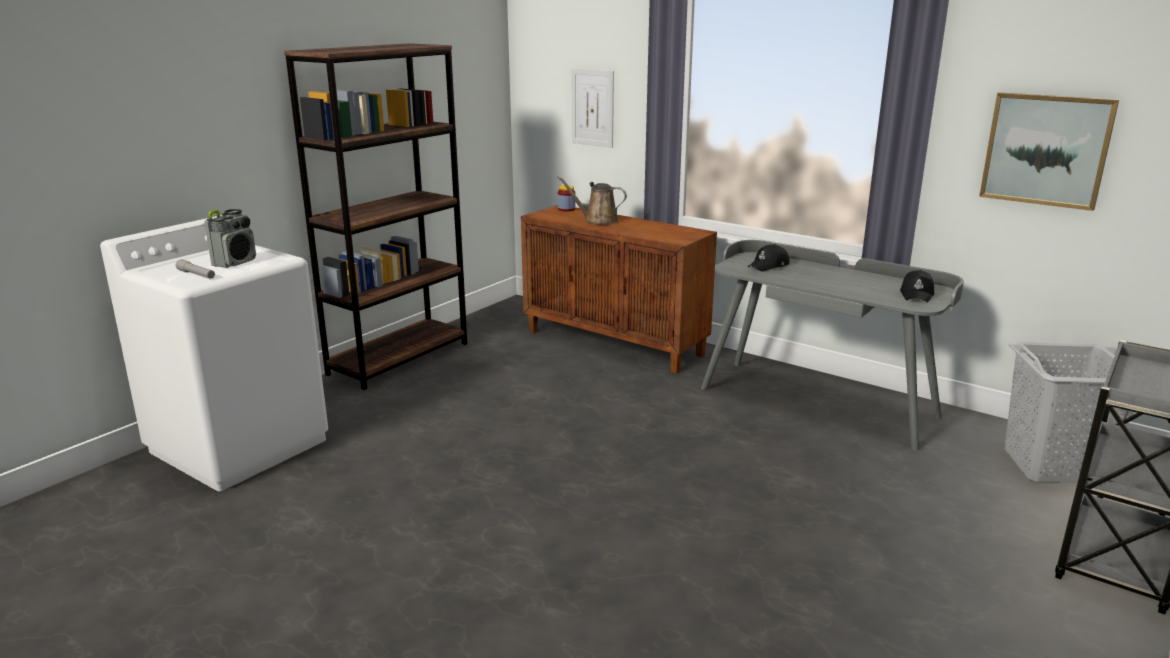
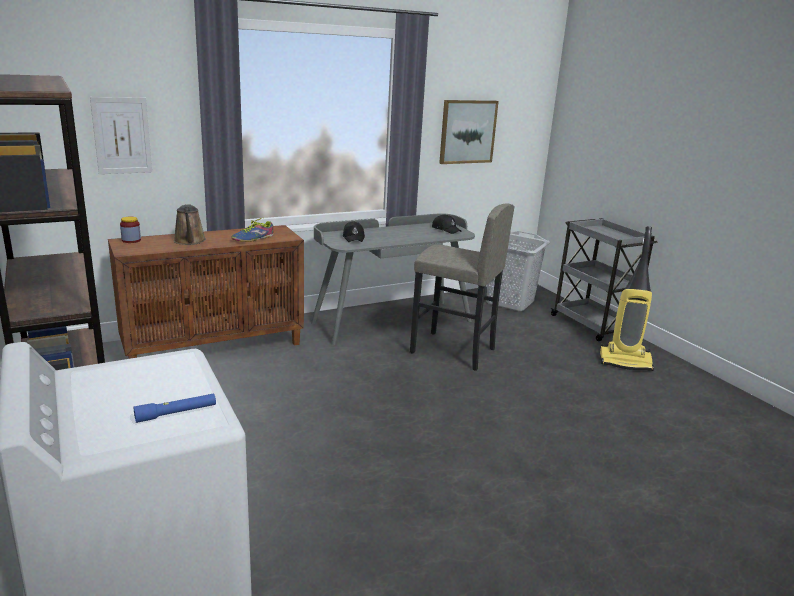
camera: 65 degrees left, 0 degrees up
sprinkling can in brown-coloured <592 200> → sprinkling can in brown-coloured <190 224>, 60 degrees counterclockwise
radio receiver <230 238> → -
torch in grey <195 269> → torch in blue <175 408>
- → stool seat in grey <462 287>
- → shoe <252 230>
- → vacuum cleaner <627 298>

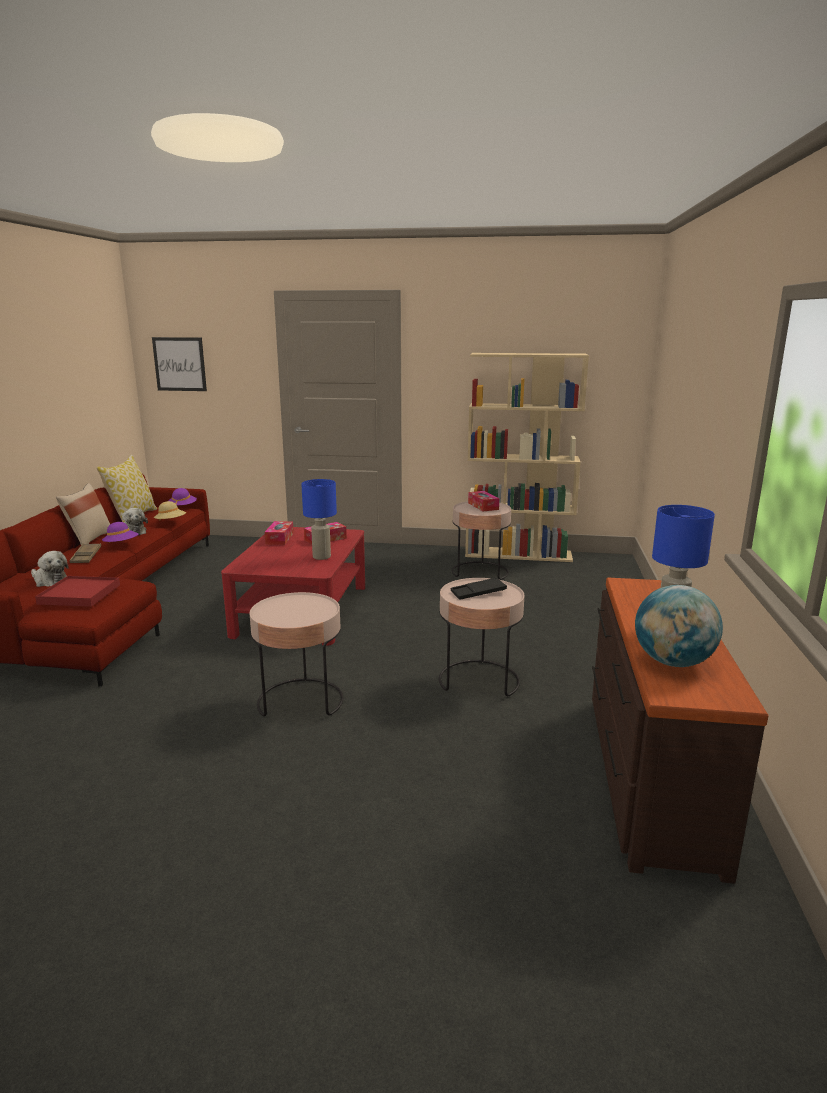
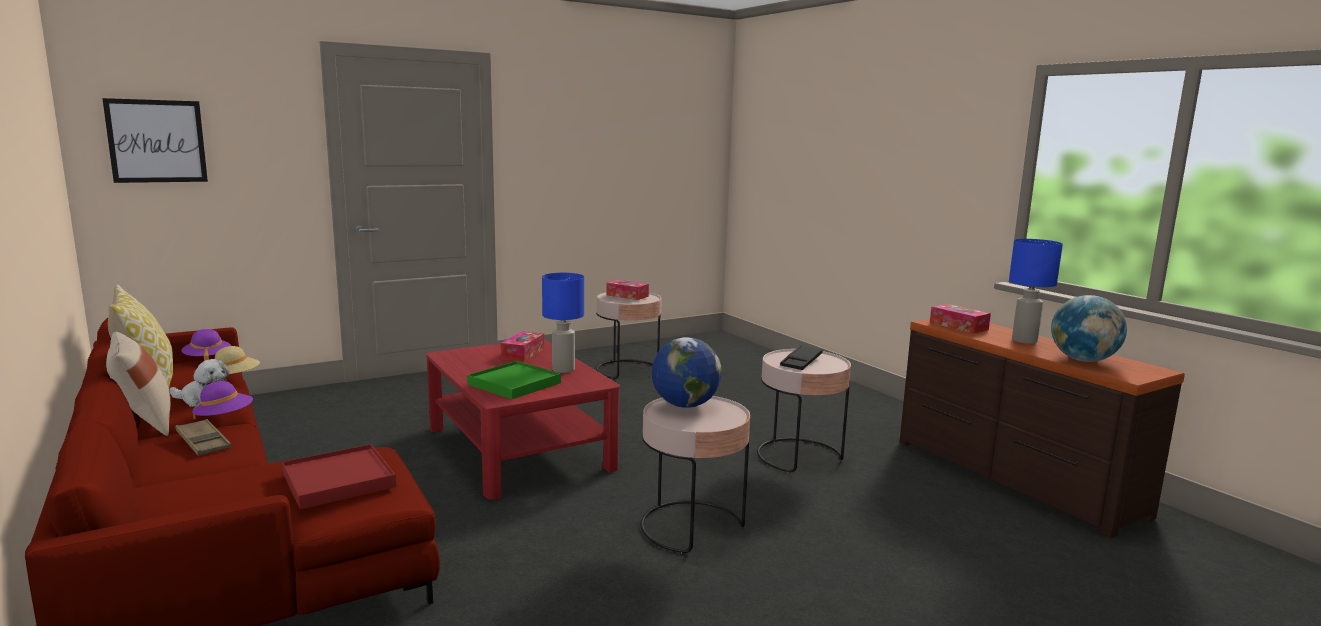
camera: 40 degrees left, 5 degrees down
bookcase in sand-coloured <527 457> → -
box of tissues <279 533> → box of tissues <960 319>, relocated
soft toy <50 569> → -
- → world globe <687 372>
- → carrying tray in greenish <514 380>

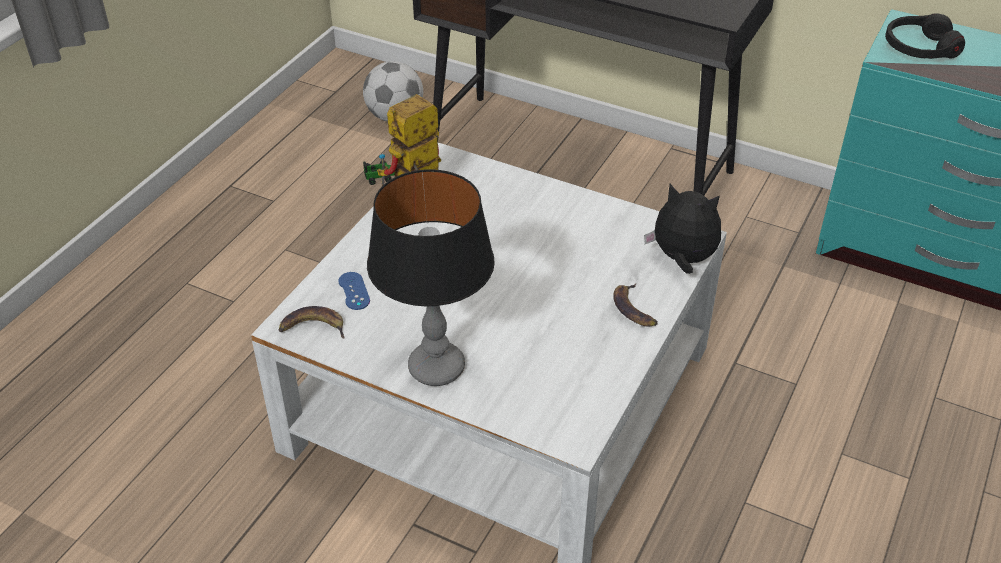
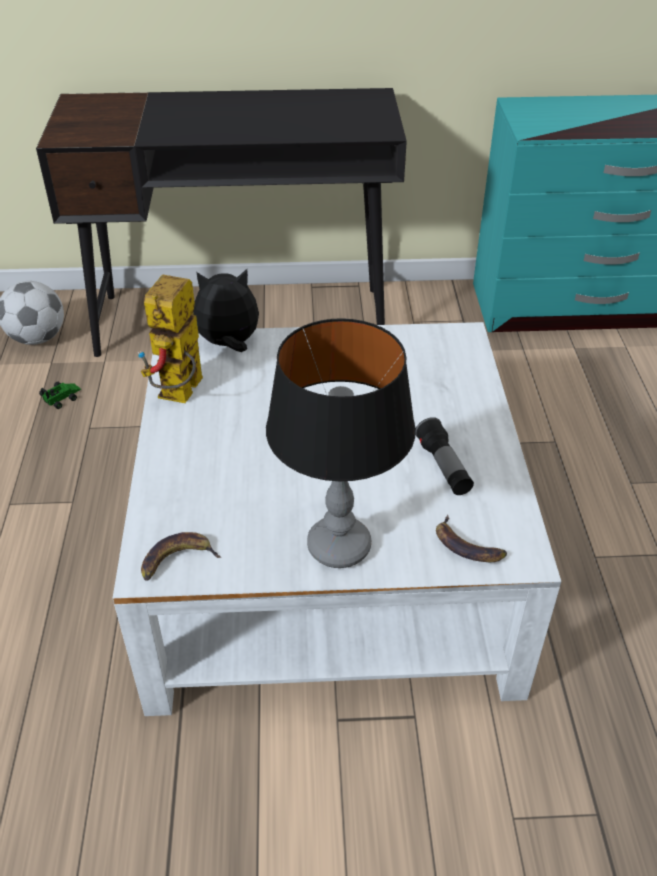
camera: 30 degrees left, 0 degrees up
headphones in black <925 36> → -
soft toy <682 229> → soft toy <226 310>, relocated
joypad in blue <354 291> → -
banana <635 305> → banana <471 538>, relocated
- → torch <444 456>

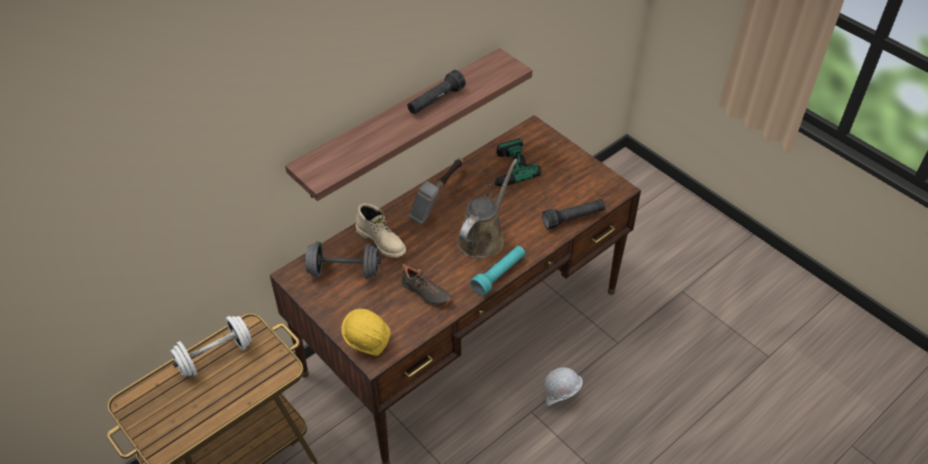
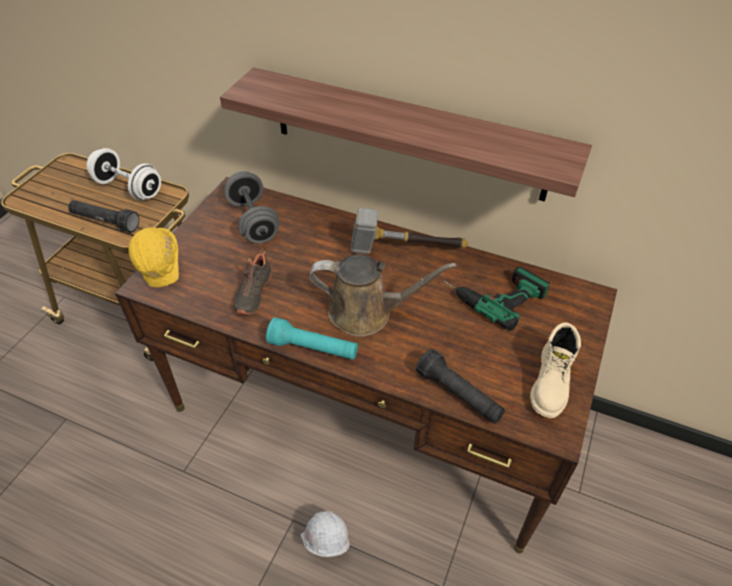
camera: 65 degrees right, 0 degrees up
torch in black <436 92> → torch in black <103 216>, relocated
tall boot in sand-coloured <381 230> → tall boot in sand-coloured <555 370>, relocated

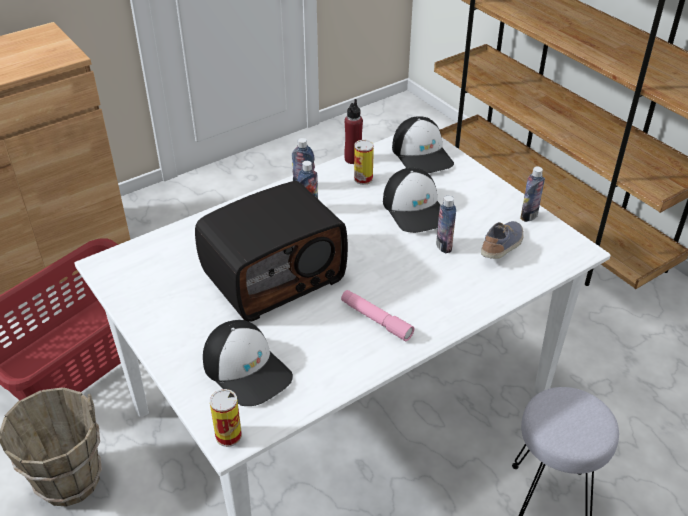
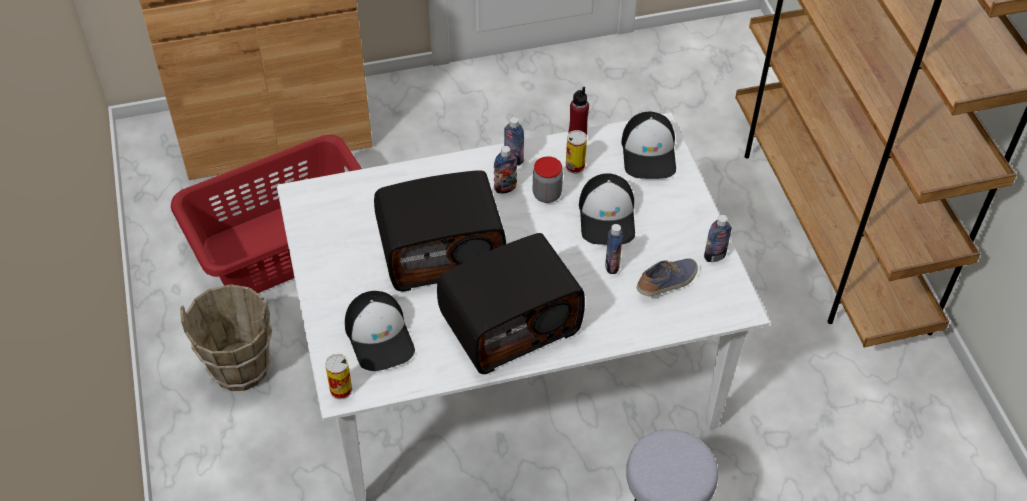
camera: 20 degrees right, 10 degrees up
torch in pink <377 315> → radio receiver <511 303>
- → storage jar <548 179>

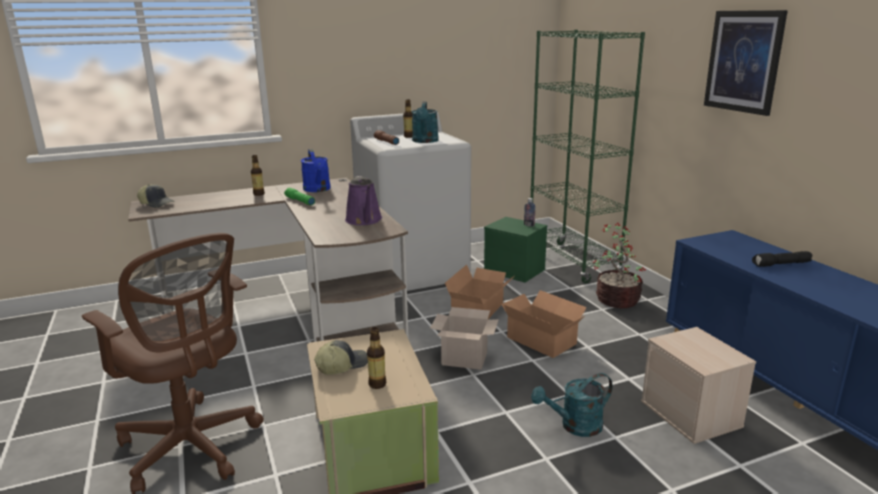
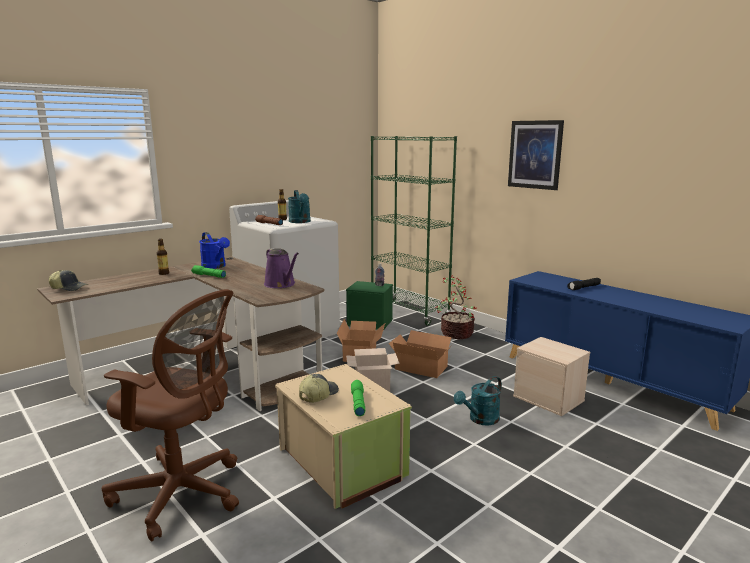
camera: 20 degrees left, 5 degrees down
beverage bottle <376 358> → torch in greenish <358 398>

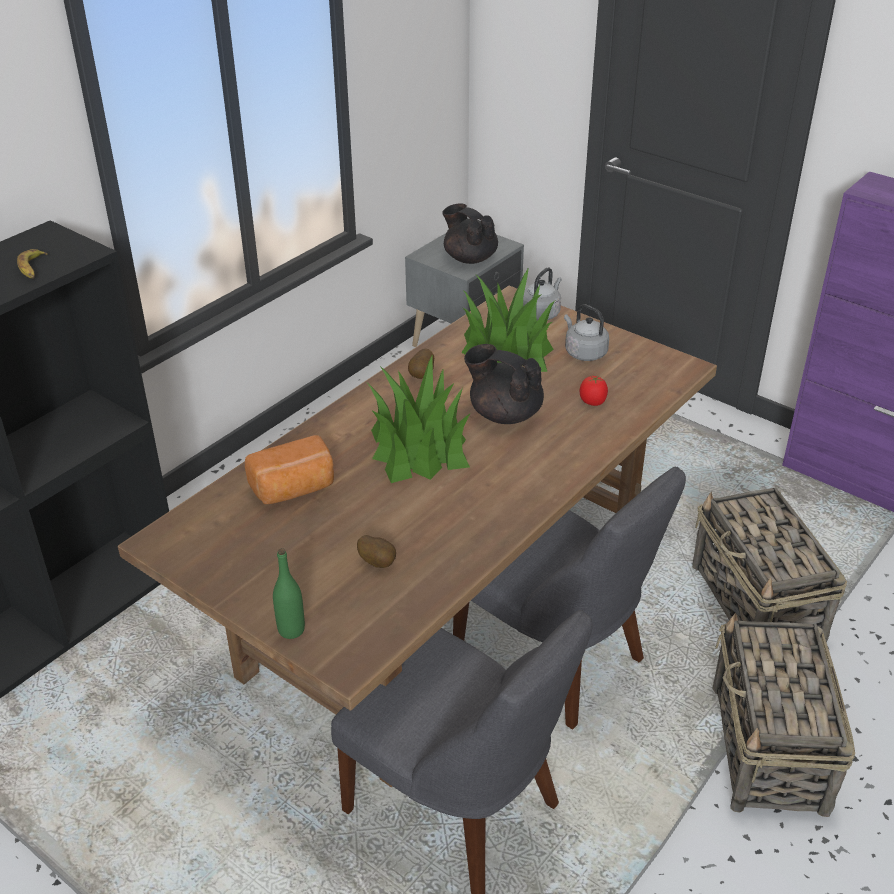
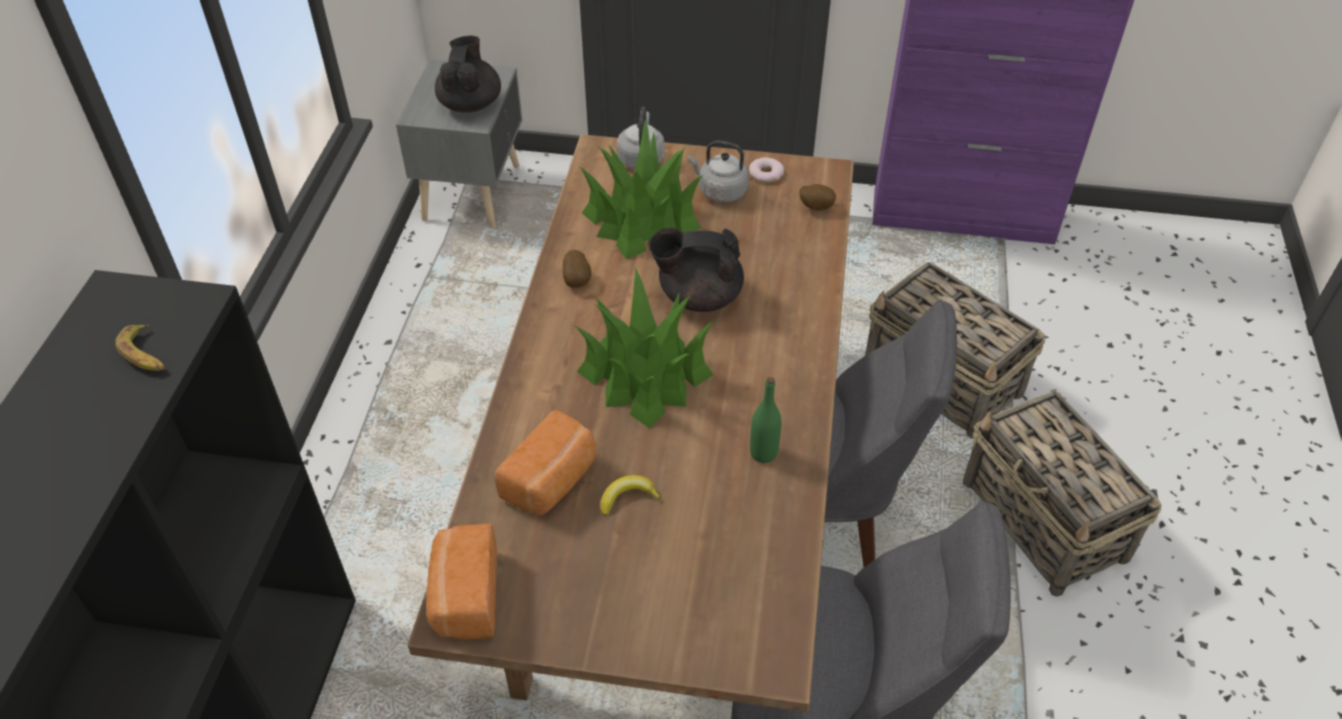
camera: 30 degrees left, 10 degrees up
tea pot in black <470 233> → tea pot in black <468 74>, 75 degrees clockwise
whole tomato <594 391> → -
potato <376 551> → potato <818 197>, relocated
beverage bottle in greenish <289 593> → beverage bottle in greenish <766 420>, relocated
- → ring doughnut <766 170>
- → banana <631 495>
- → bread <461 581>

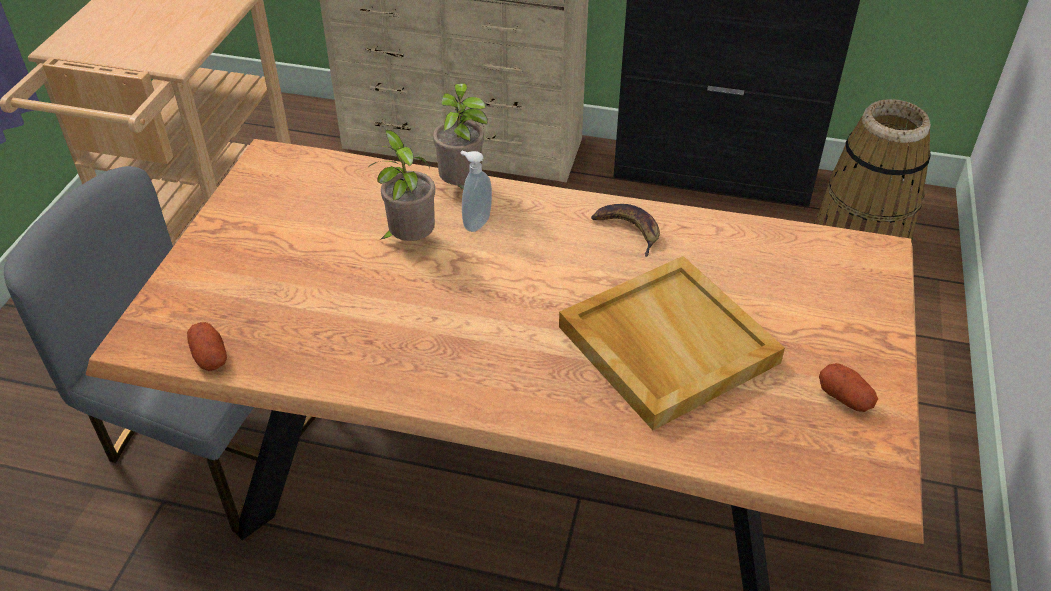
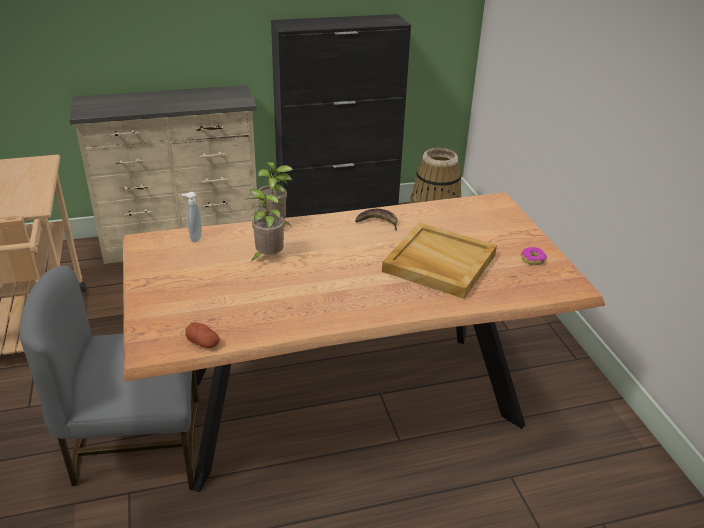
camera: 30 degrees left, 10 degrees down
soap bottle <476 191> → soap bottle <192 217>, relocated
potato <848 387> → ring doughnut <534 256>

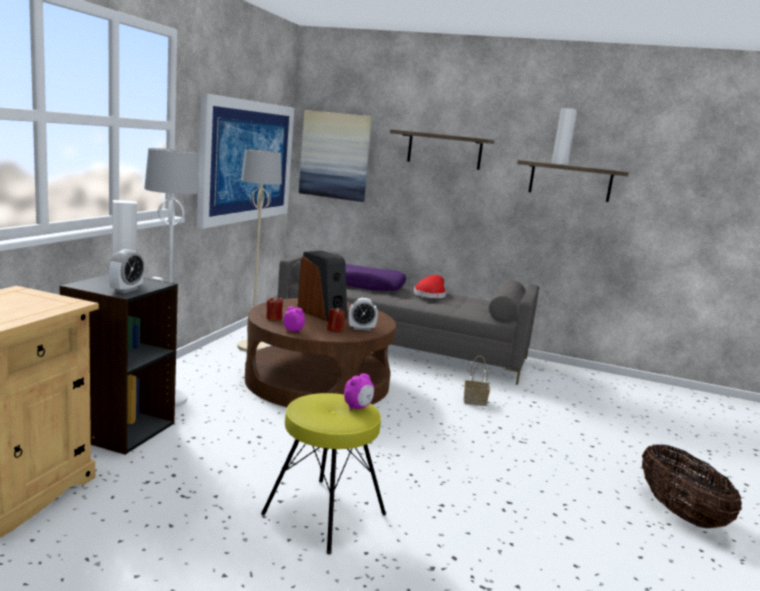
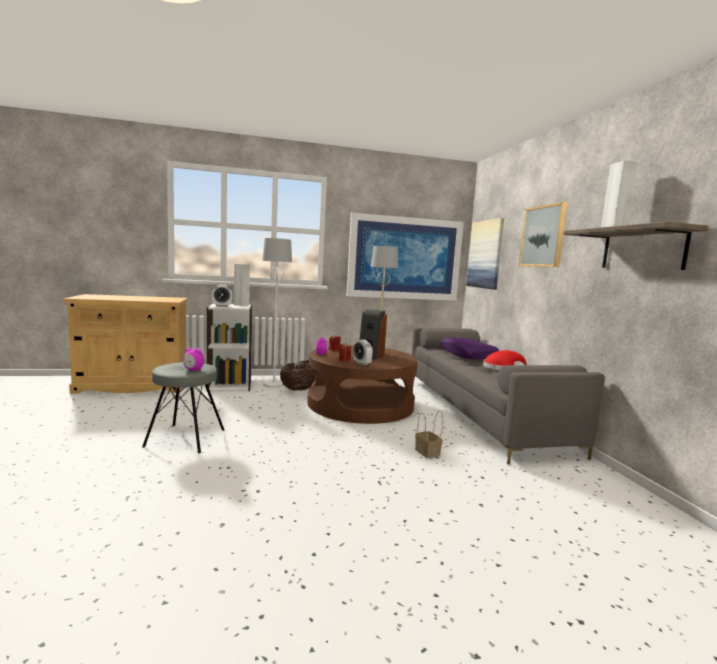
camera: 60 degrees right, 5 degrees down
shelf <442 149> → picture <543 234>
bookcase in black <118 364> → bookcase in white <229 347>
stool seat in yellowish <323 474> → stool seat in grey <183 407>
storage basket <692 486> → storage basket <298 375>, relocated

